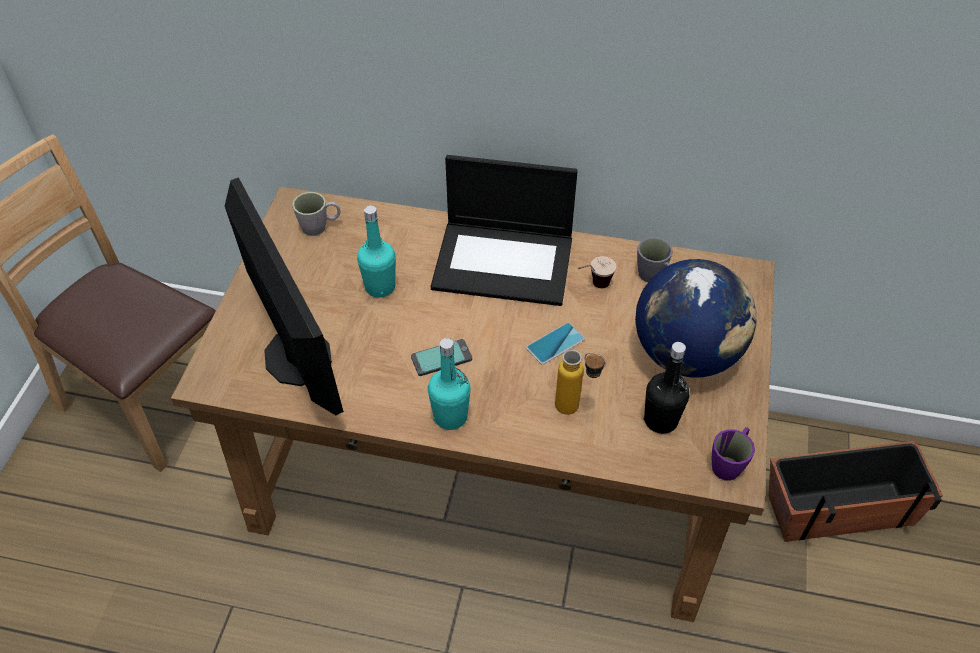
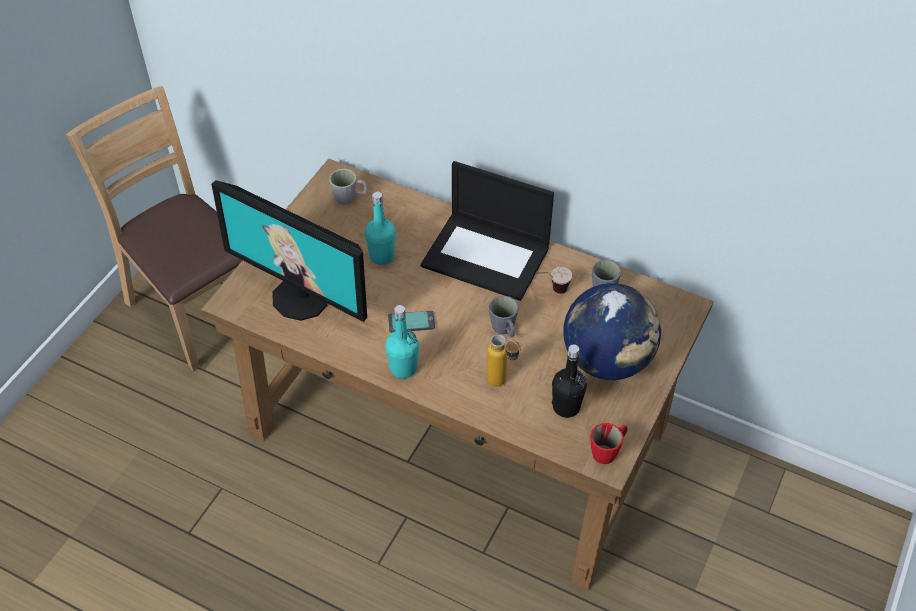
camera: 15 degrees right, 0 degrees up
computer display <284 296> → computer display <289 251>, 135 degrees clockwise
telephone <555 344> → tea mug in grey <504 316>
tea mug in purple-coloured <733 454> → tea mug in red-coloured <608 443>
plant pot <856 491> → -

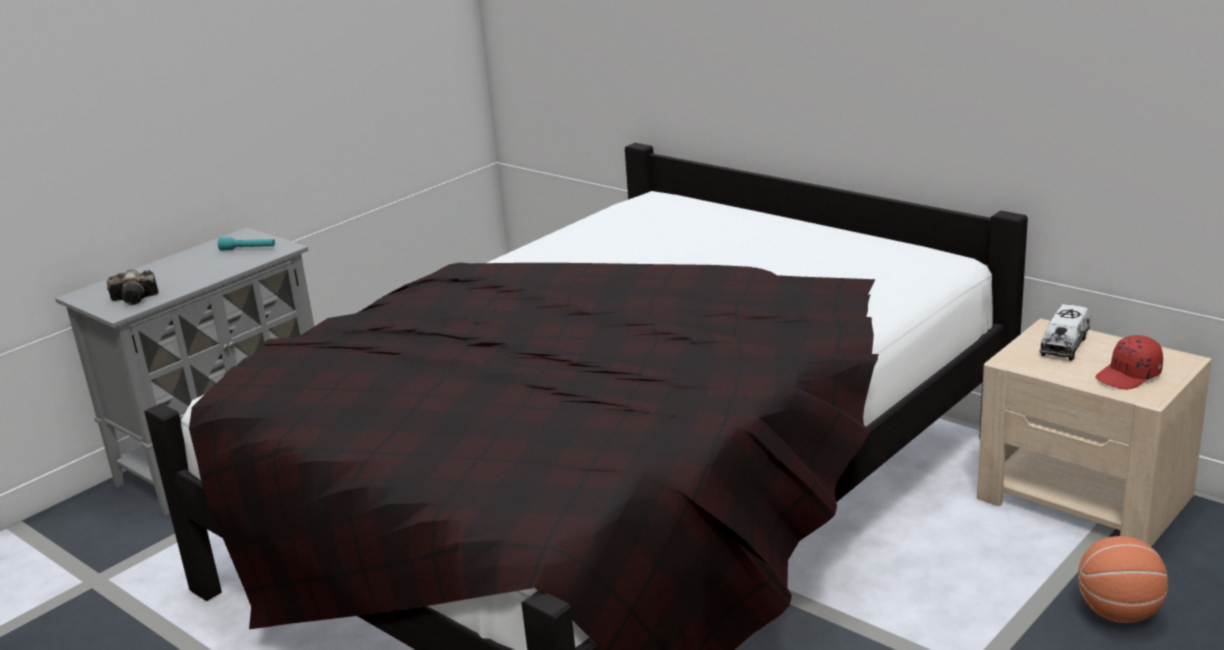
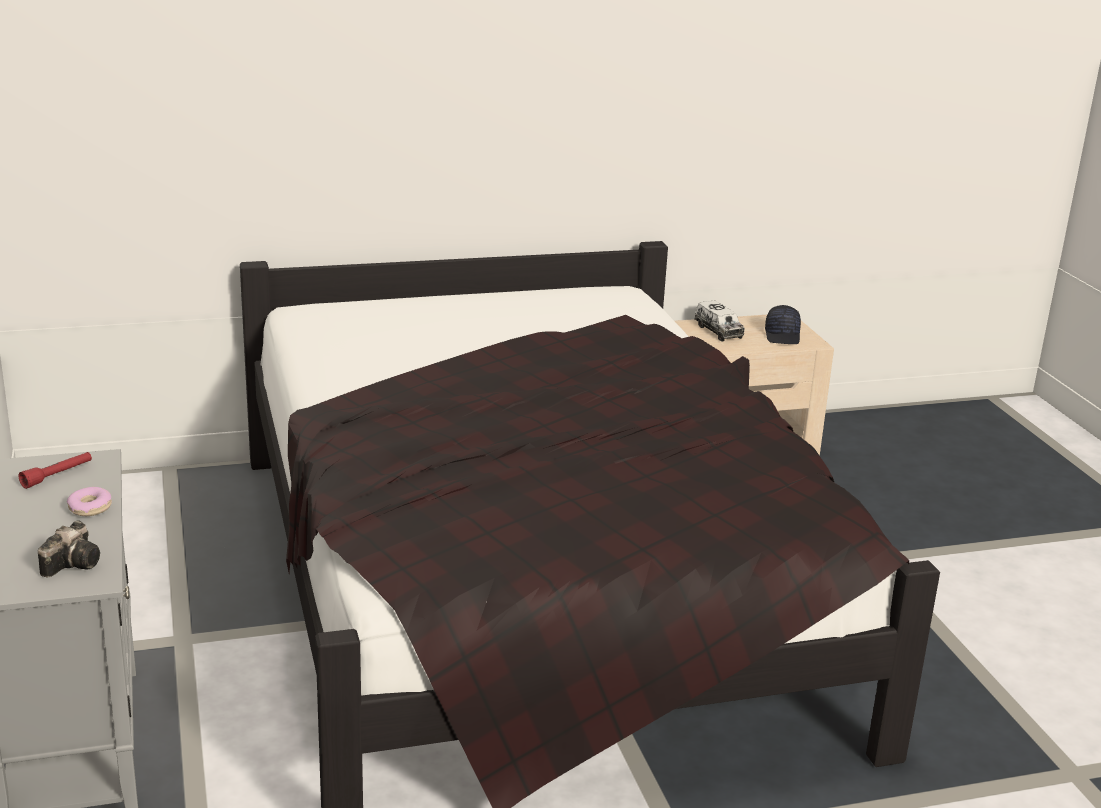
camera: 60 degrees left, 0 degrees up
torch in blue-green <246 244> → torch in red-coloured <55 470>
peaked cap in red-coloured <1129 362> → peaked cap in black <783 324>
ball for basketball <1123 579> → -
- → ring doughnut <89 501>

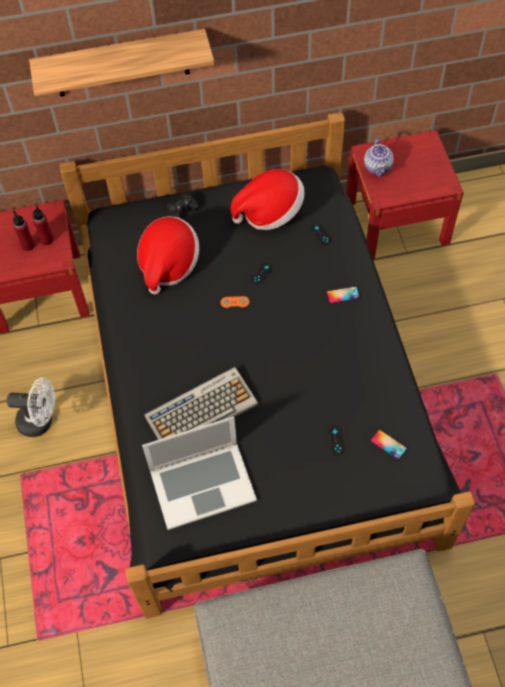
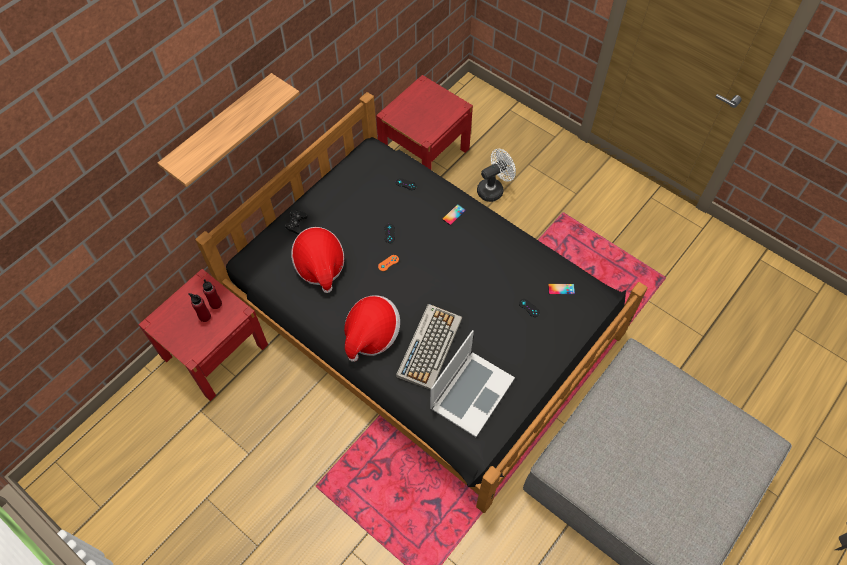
camera: 40 degrees left, 0 degrees up
tea pot <379 157> → -
clothing hat <268 199> → clothing hat <372 328>, relocated
electric fan in white <31 407> → electric fan in white <496 175>, relocated

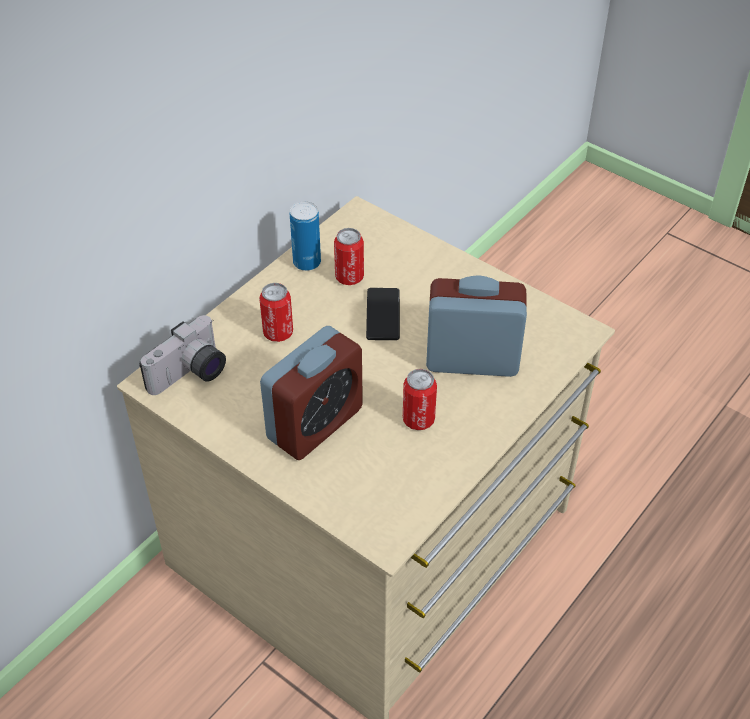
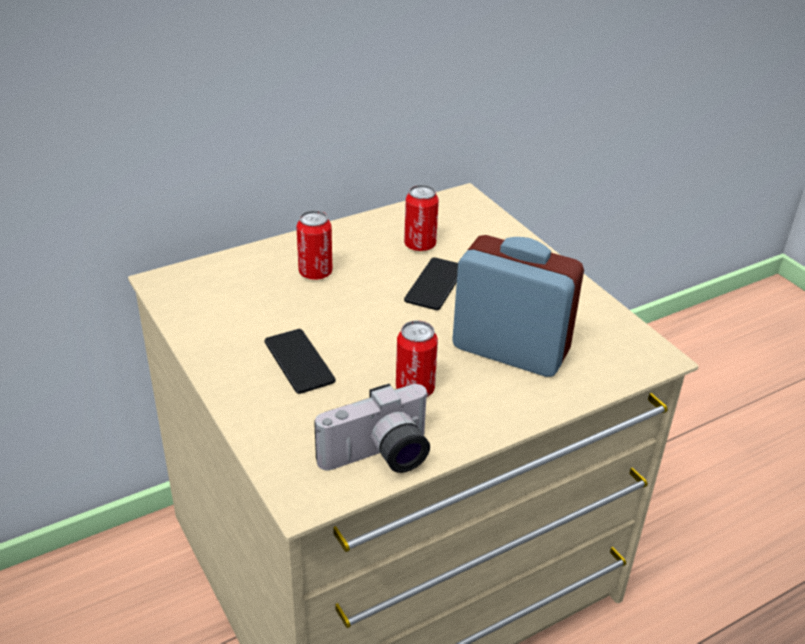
camera: 20 degrees right, 10 degrees down
sealed can <305 236> → -
still camera <182 355> → still camera <372 428>, relocated
alarm clock <311 393> → telephone <300 361>

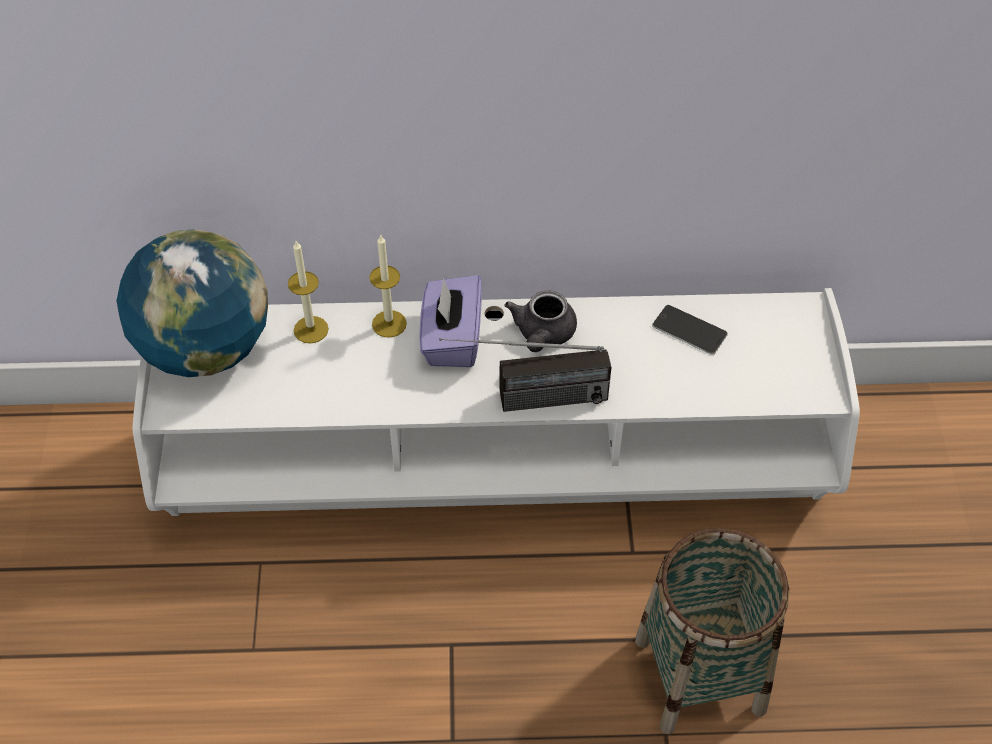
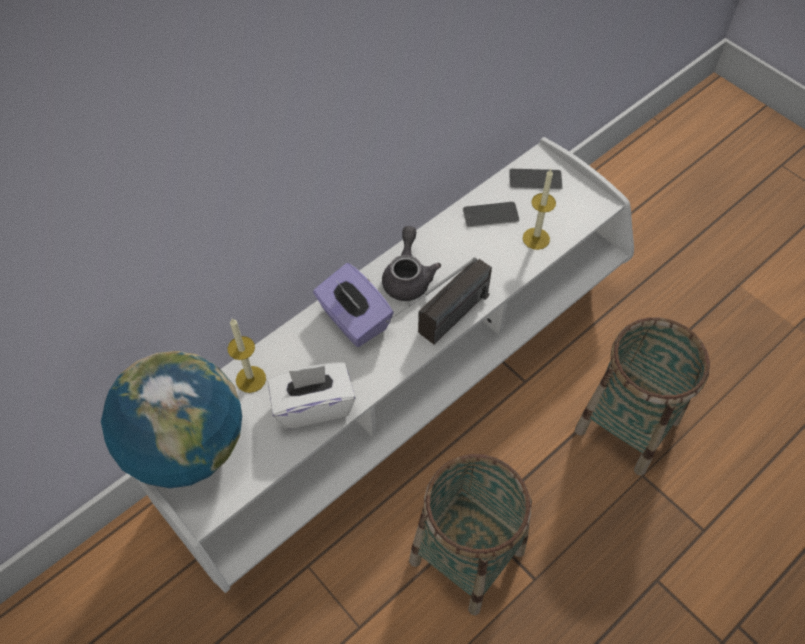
camera: 40 degrees left, 5 degrees up
candle <388 286> → candle <539 209>, relocated
tea pot in grey <540 321> → tea pot in grey <411 263>, 150 degrees counterclockwise
- → telephone <536 179>
- → box of tissues in white <312 395>
- → storage basket <470 535>

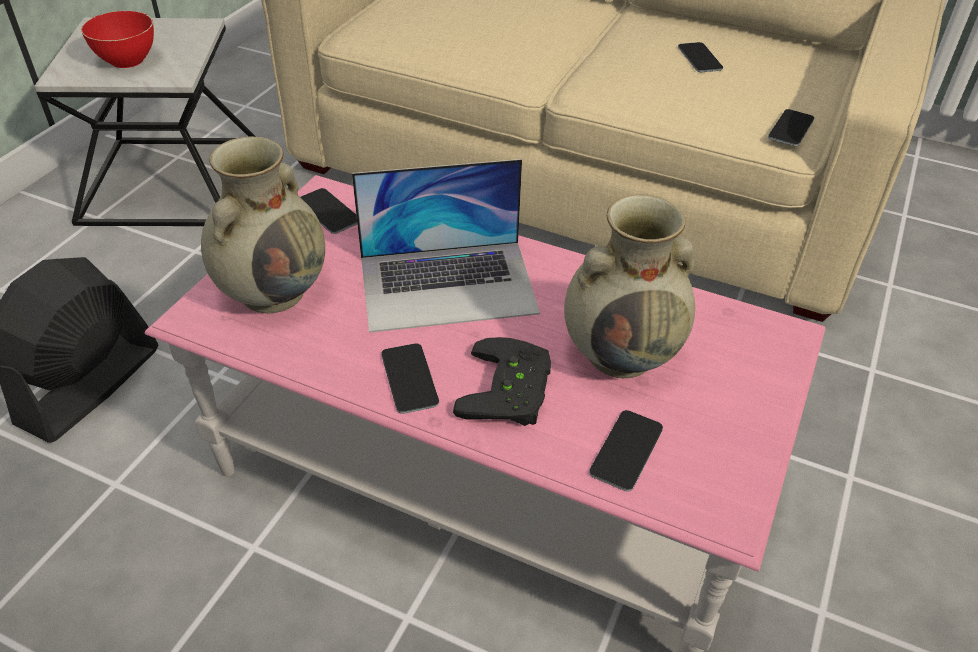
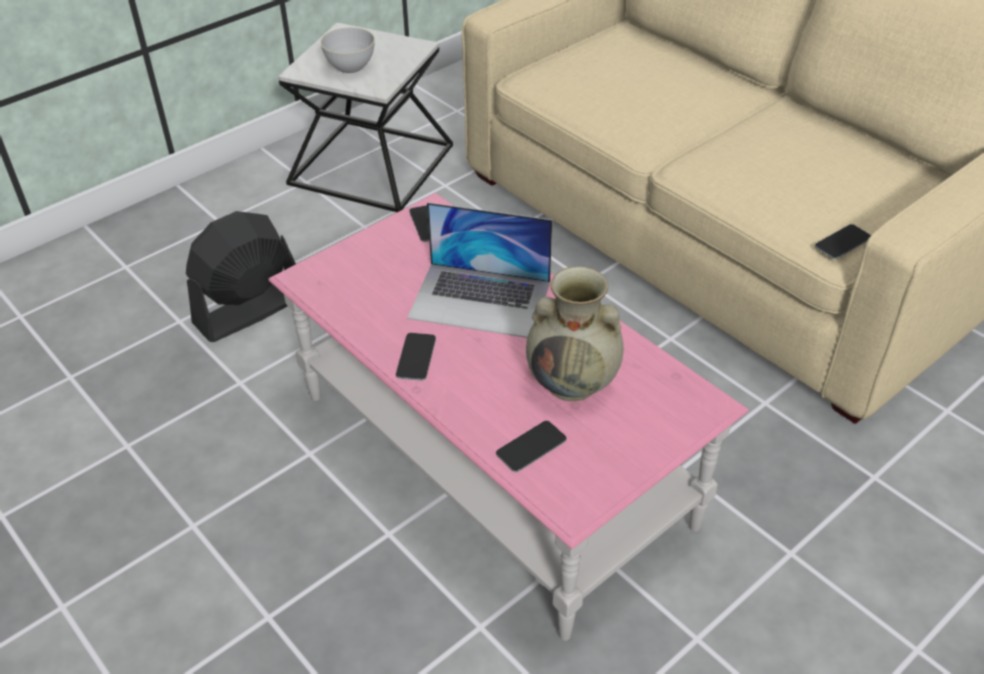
camera: 25 degrees right, 0 degrees up
bowl in red-coloured <117 39> → bowl in grey <347 50>
telephone <700 57> → -
vase in sand-coloured <263 224> → -
joypad in black <502 381> → -

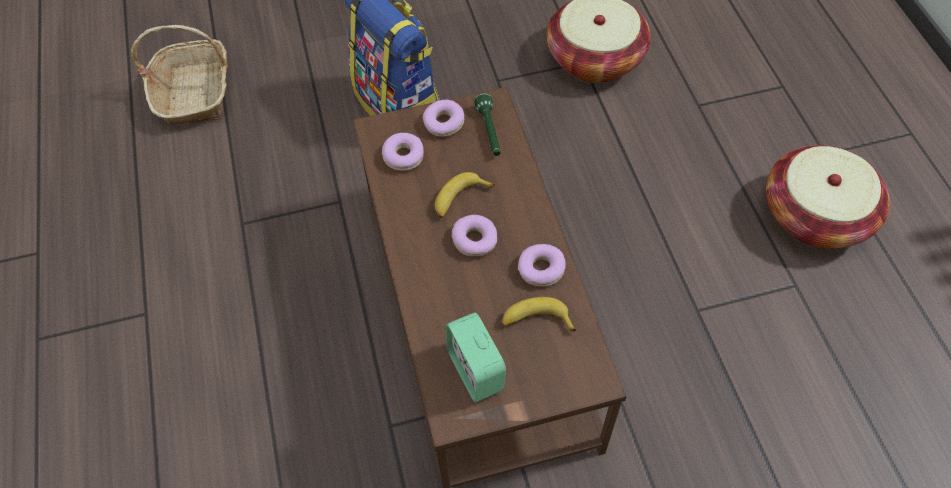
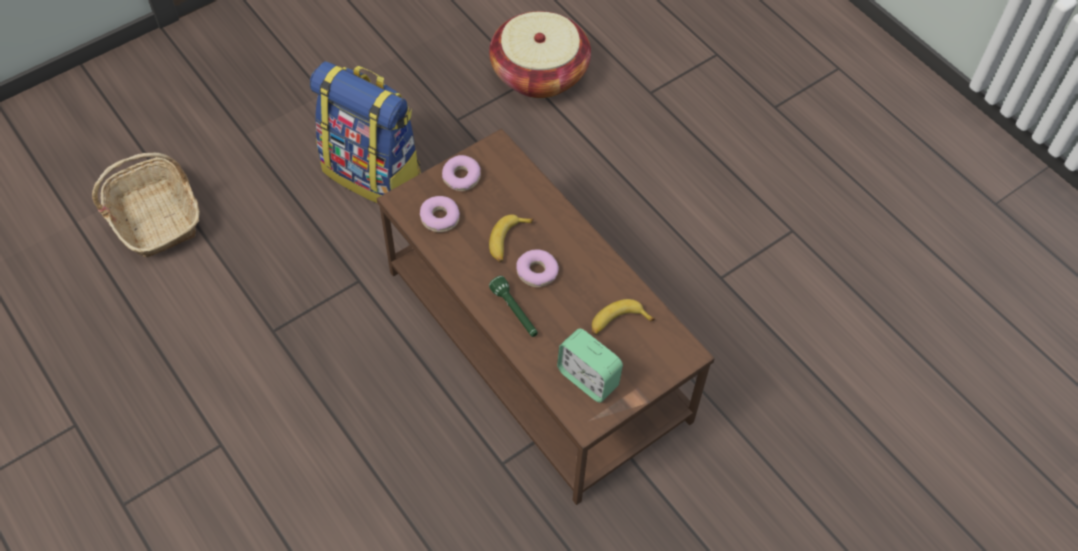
camera: 25 degrees left, 0 degrees up
torch in greenish <487 124> → torch in greenish <513 306>, relocated
storage basket <828 196> → -
ring doughnut <542 265> → -

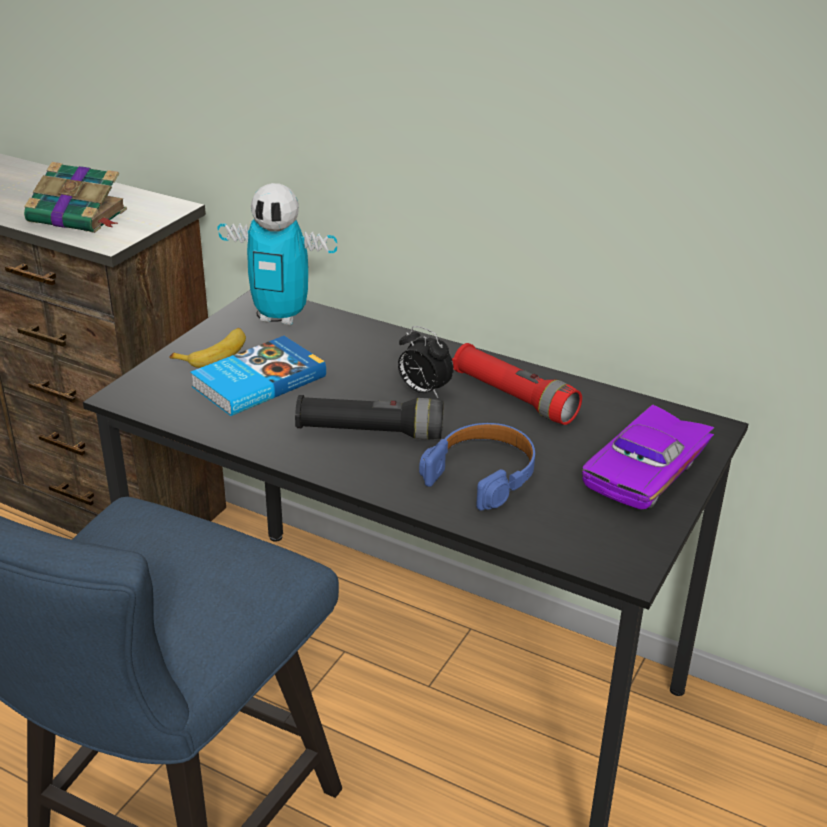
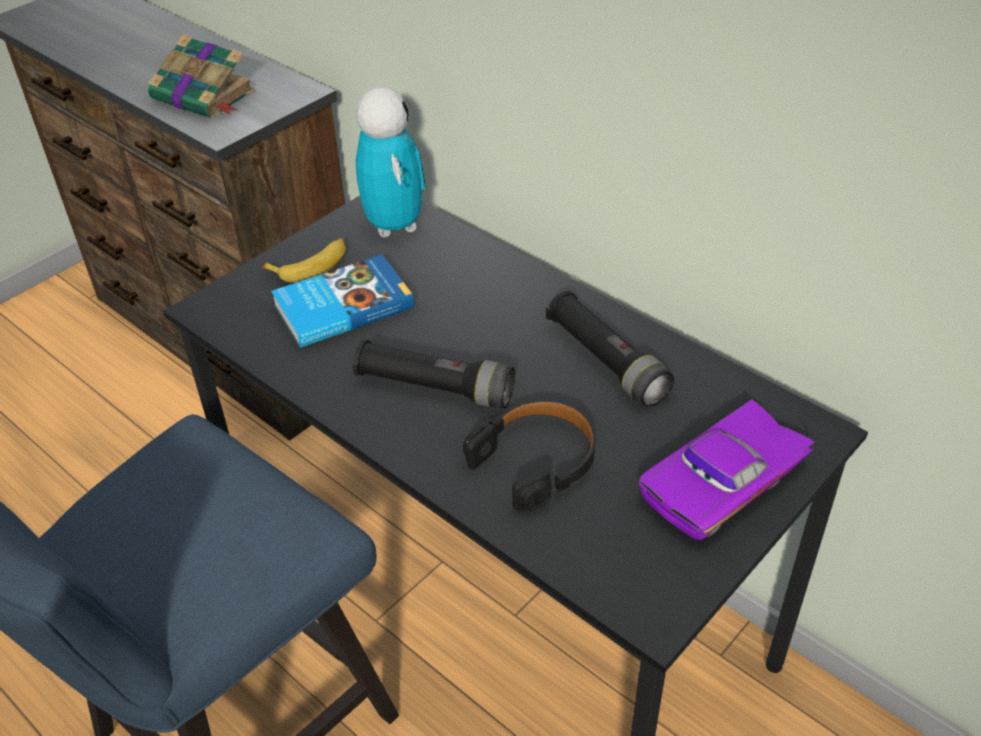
camera: 15 degrees right, 10 degrees up
toy robot <277 254> → toy robot <390 162>, 135 degrees counterclockwise
alarm clock <426 362> → -
torch in red-coloured <517 384> → torch in black <610 349>
headphones in blue <477 467> → headphones in black <529 455>

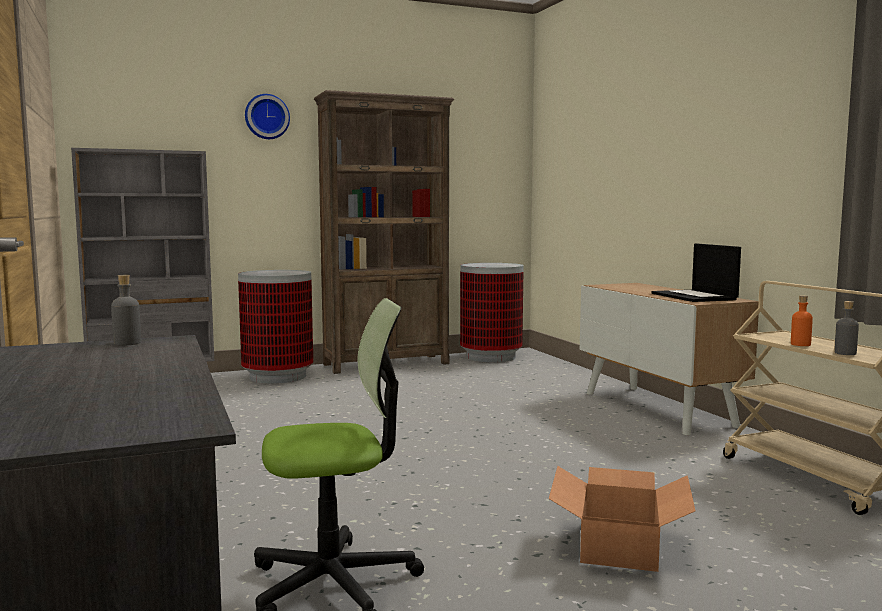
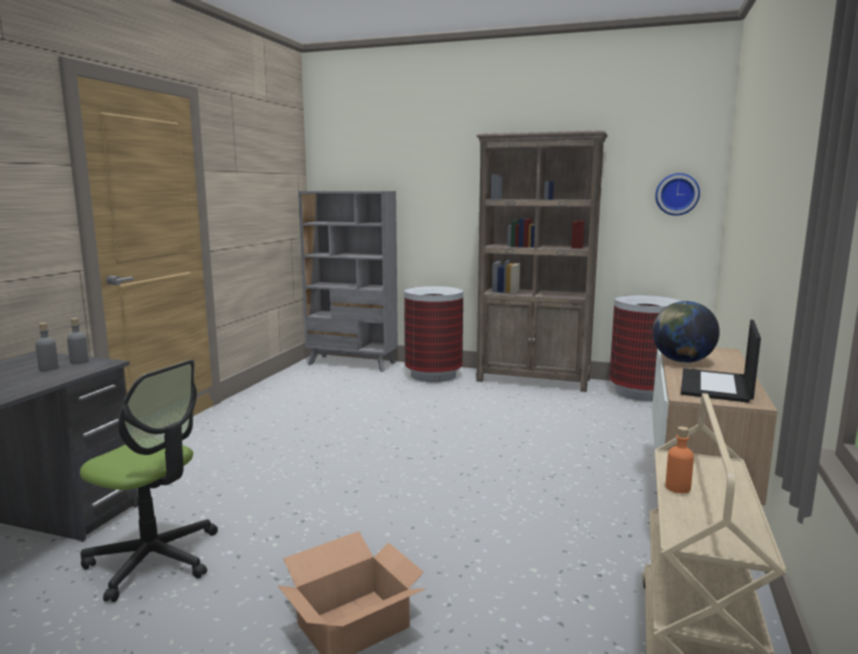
camera: 40 degrees right, 5 degrees up
wall clock <267 116> → wall clock <677 194>, relocated
beverage bottle in grey <846 328> → beverage bottle in grey <47 347>, relocated
- → world globe <686 332>

